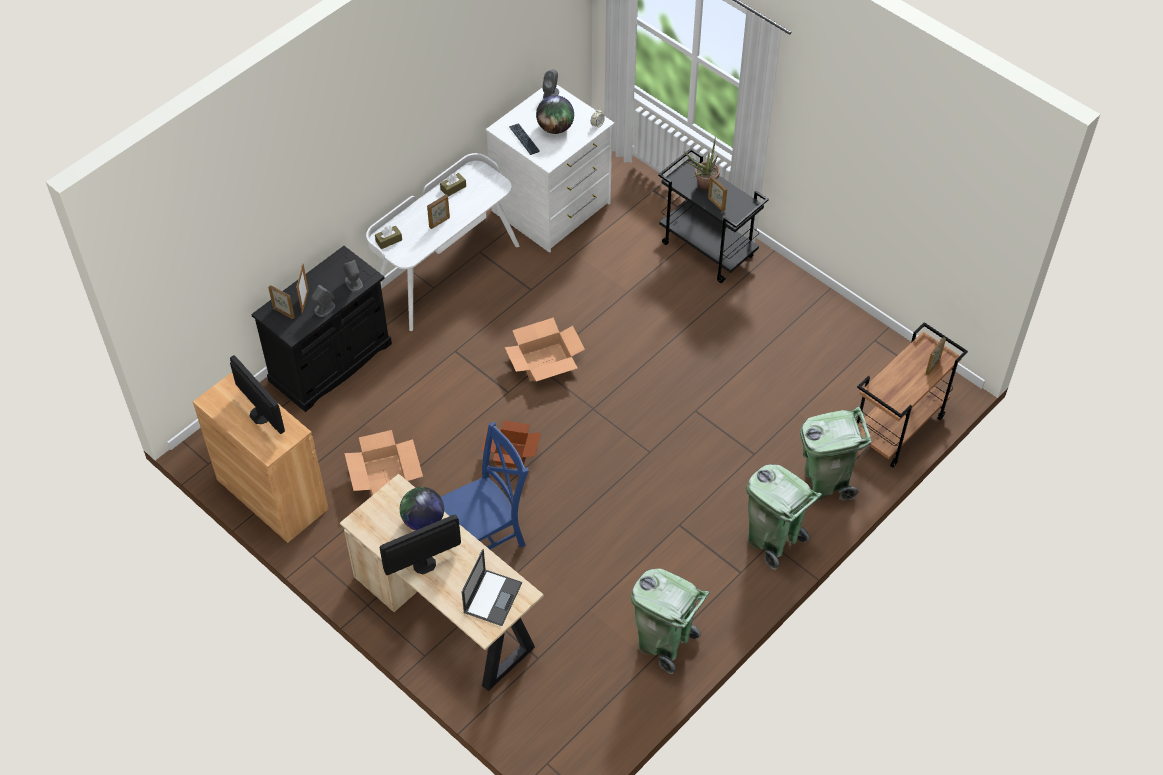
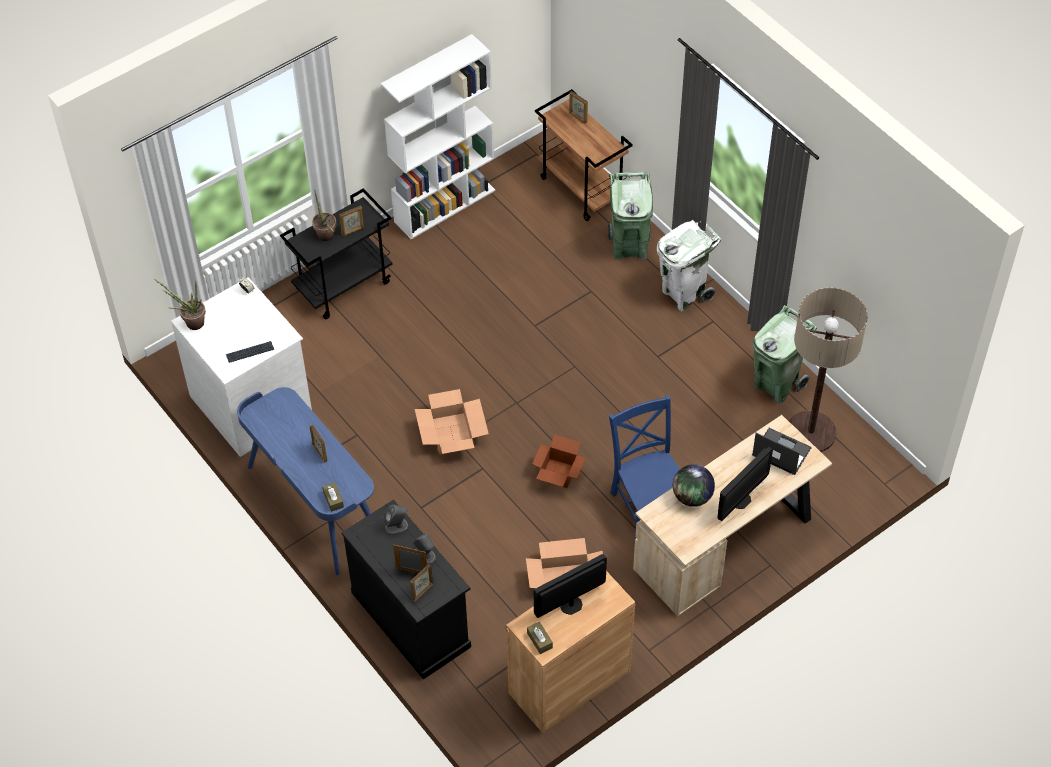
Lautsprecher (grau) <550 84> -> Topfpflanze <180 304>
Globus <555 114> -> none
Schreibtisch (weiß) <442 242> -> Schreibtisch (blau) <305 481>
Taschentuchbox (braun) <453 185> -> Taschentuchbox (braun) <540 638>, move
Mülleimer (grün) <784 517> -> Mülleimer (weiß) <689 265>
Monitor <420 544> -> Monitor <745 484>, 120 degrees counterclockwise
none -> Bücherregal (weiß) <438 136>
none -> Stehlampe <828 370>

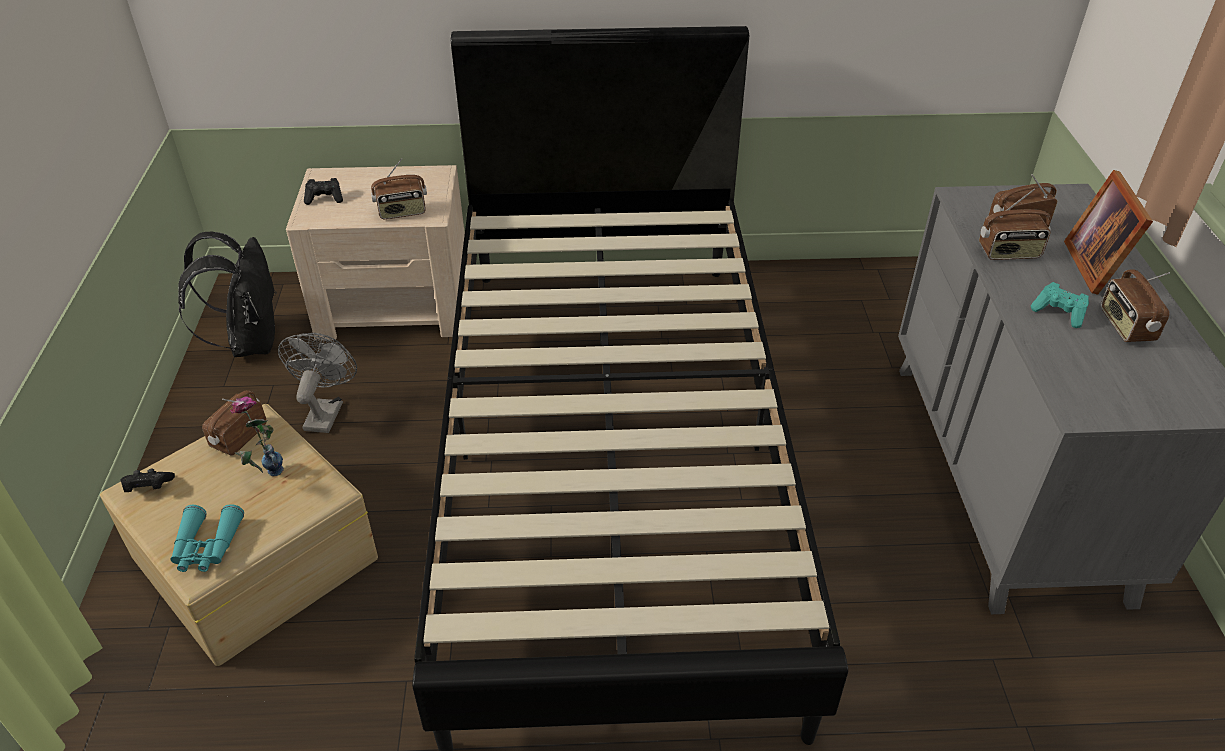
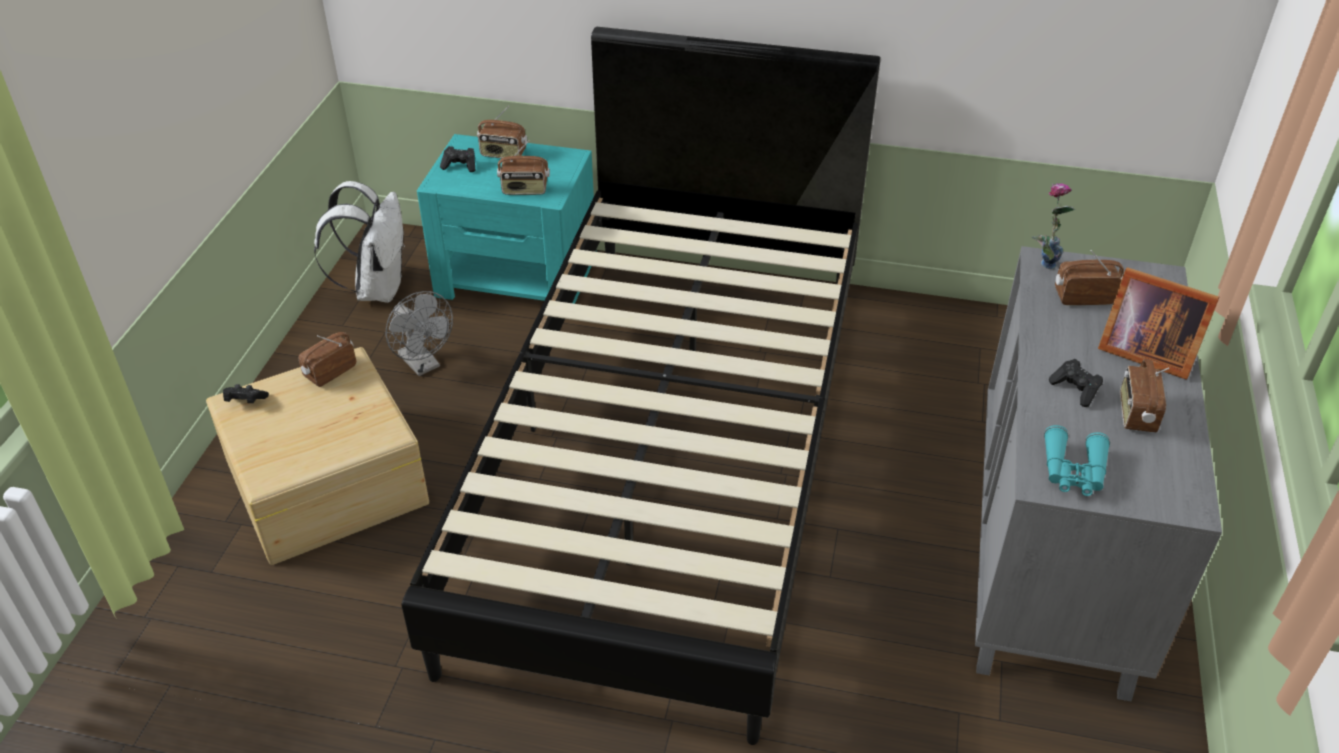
Nachttisch (beige) <375 253> -> Nachttisch (türkis) <506 219>
Bilderrahmen <1108 232> -> Bilderrahmen <1159 323>, 75 degrees counterclockwise
Radio <1015 224> -> Radio <502 132>, move
Rucksack (schwarz) <227 294> -> Rucksack (weiß) <359 242>
Gamepad (türkis) <1060 305> -> Gamepad (schwarz) <1076 383>
Ventilator (grau) <317 383> -> Ventilator (grau) <419 333>, 120 degrees clockwise
Vase <257 436> -> Vase <1053 226>, move
Fernglas (türkis) <207 538> -> Fernglas (türkis) <1077 460>, move

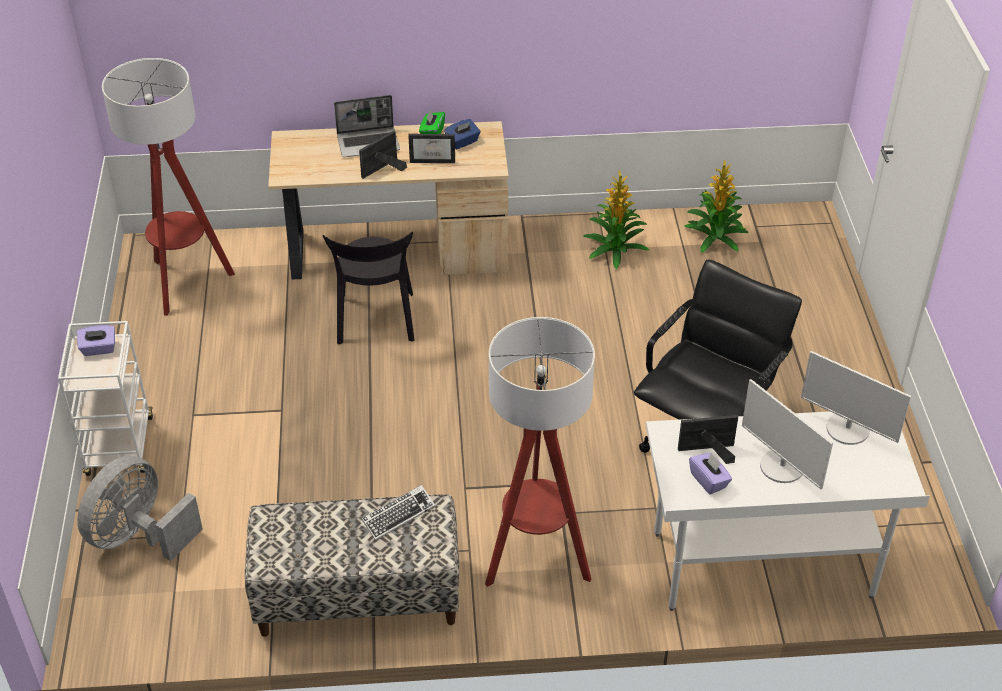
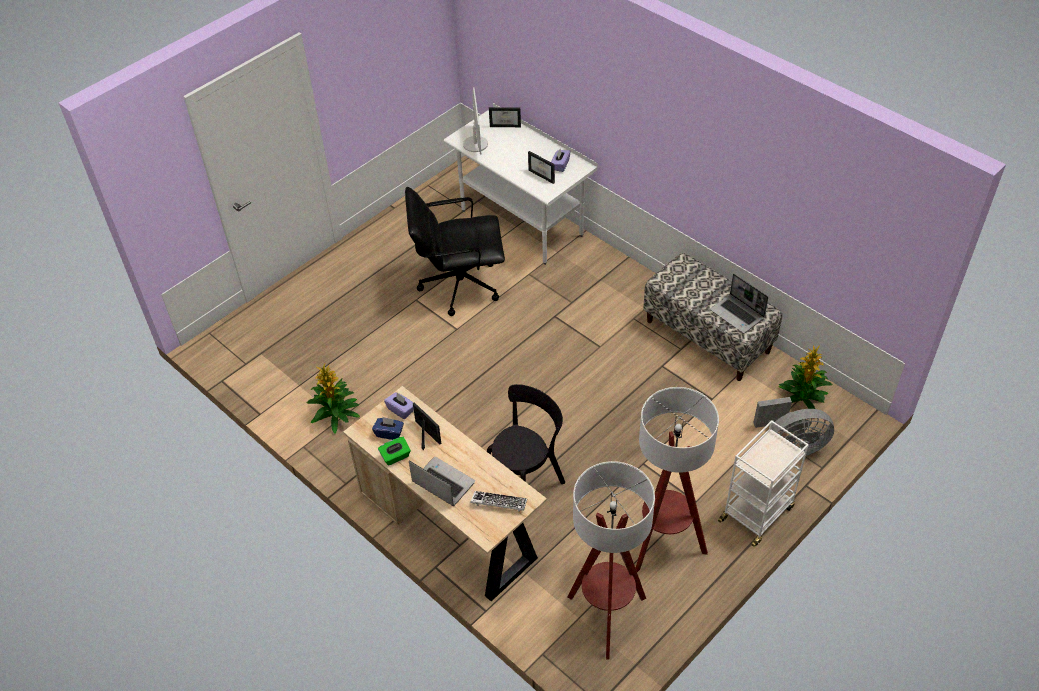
Bilderrahmen <383 155> -> Bilderrahmen <505 117>, move
Topfpflanze <716 206> -> Topfpflanze <805 377>, move
Stehlampe <540 452> -> Stehlampe <677 479>, move
Taschentuchbox (lila) <96 340> -> Taschentuchbox (lila) <399 405>, move
Monitor <787 434> -> none
Tastatur <398 513> -> Tastatur <499 501>, move
none -> Laptop <739 303>

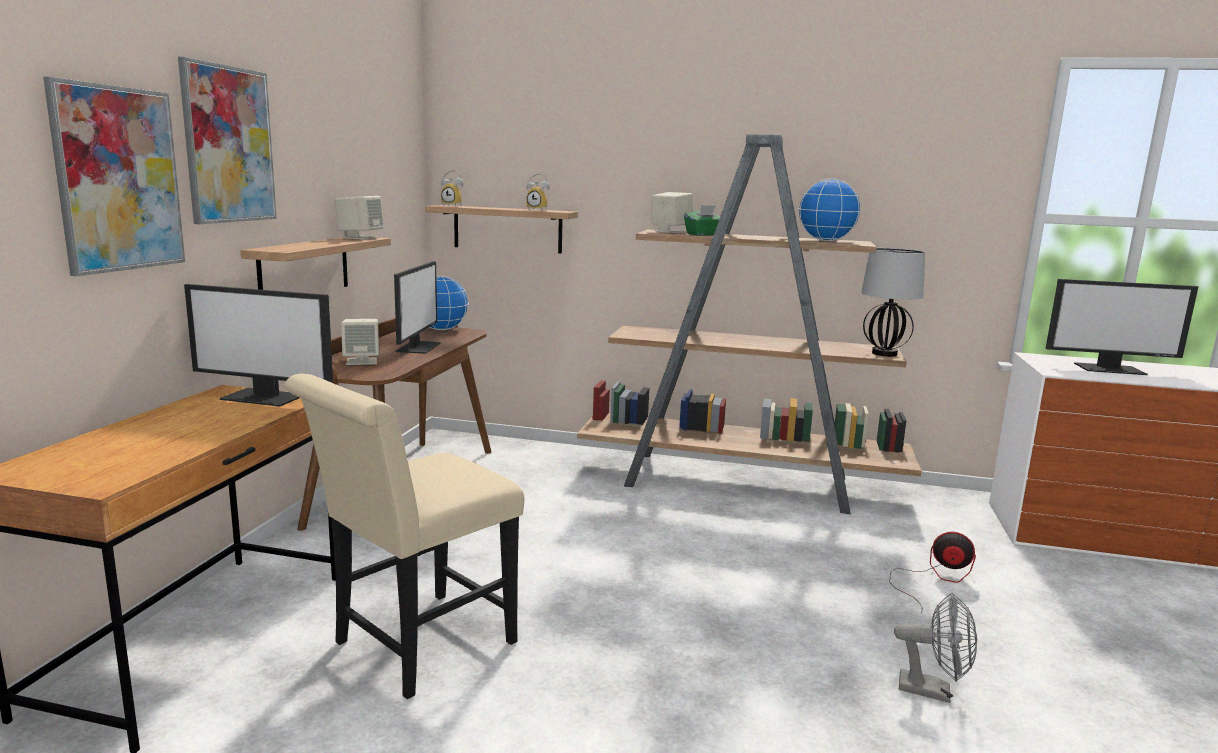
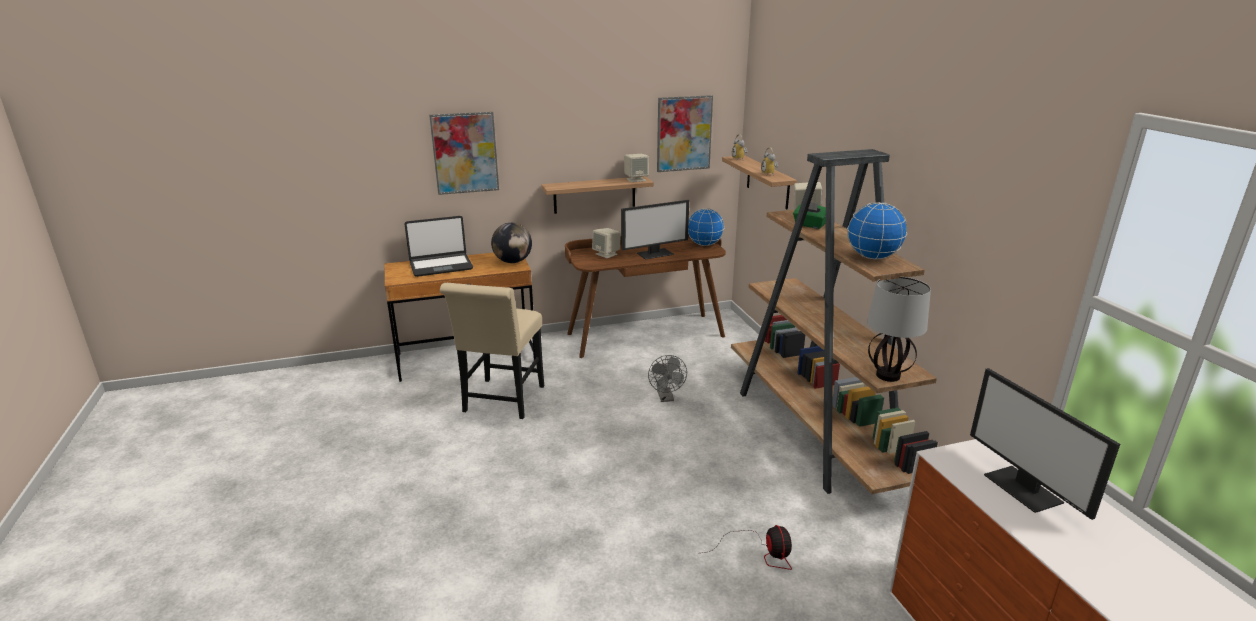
Bild <227 140> -> Bild <685 133>, move
Monitor <258 345> -> Globus <511 243>
Stuhl (beige) <404 536> -> Stuhl (beige) <492 351>, 90 degrees counterclockwise
Ventilator (grau) <935 647> -> Ventilator (grau) <667 378>, move
none -> Laptop <438 246>

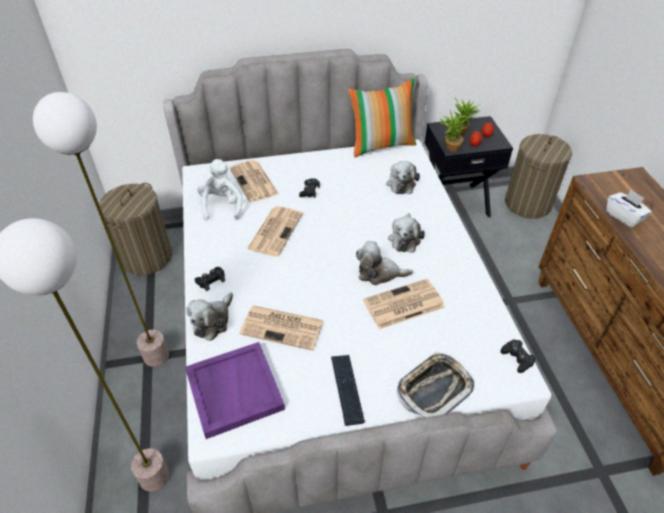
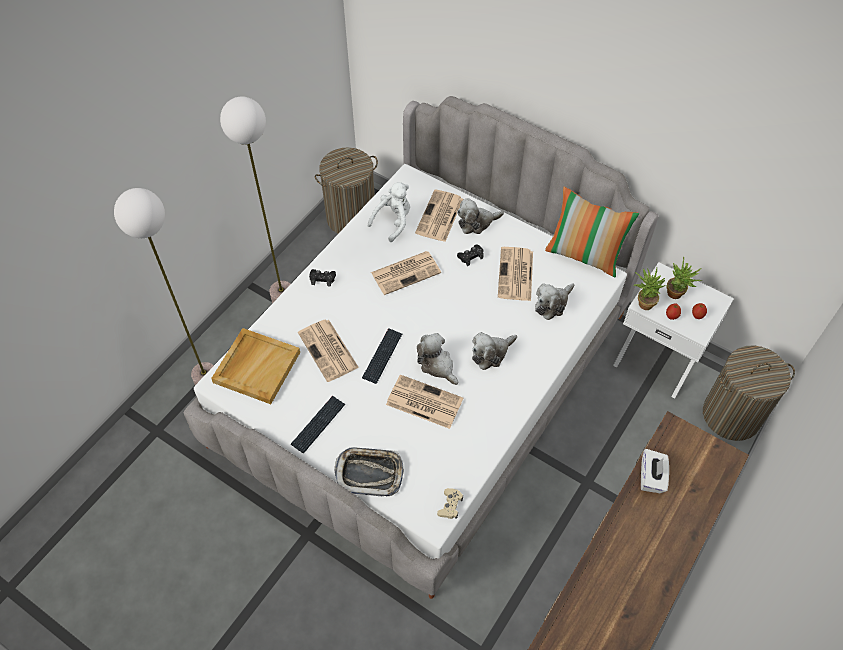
Nachttisch (schwarz) <469 166> -> Nachttisch (weiß) <673 330>
Plüschtier <210 316> -> Plüschtier <480 216>, move
Gamepad (schwarz) <518 356> -> Gamepad (beige) <450 503>
Tablett (lila) <235 390> -> Tablett (beige) <255 366>
none -> Zeitung <515 274>
none -> Tastatur <382 356>

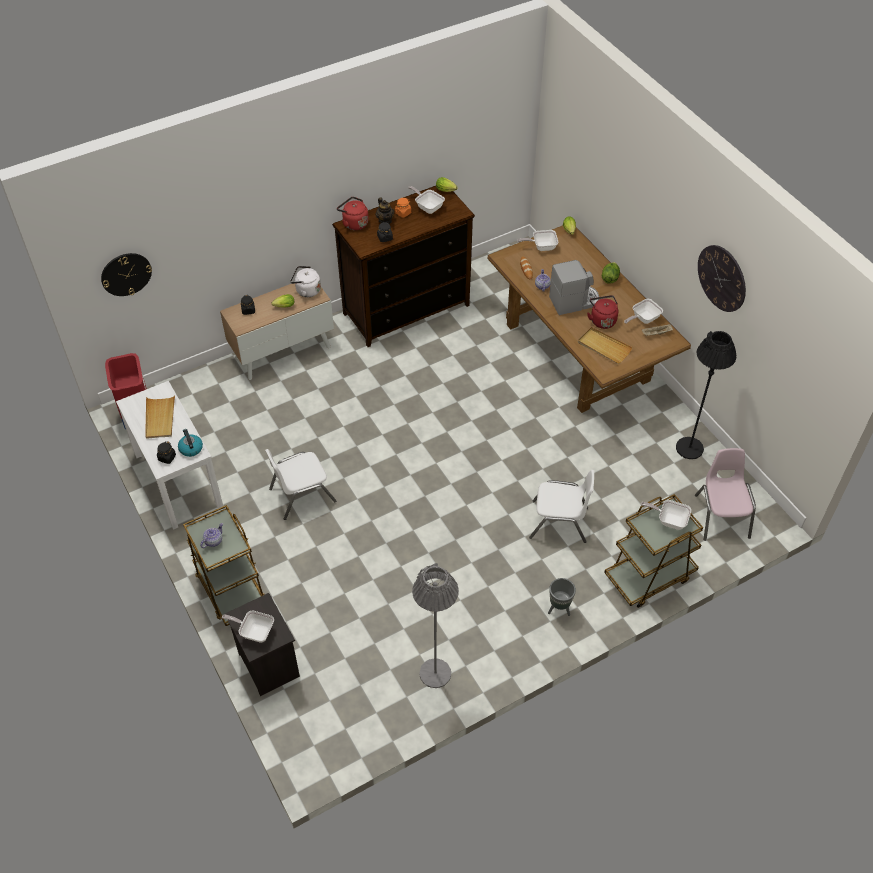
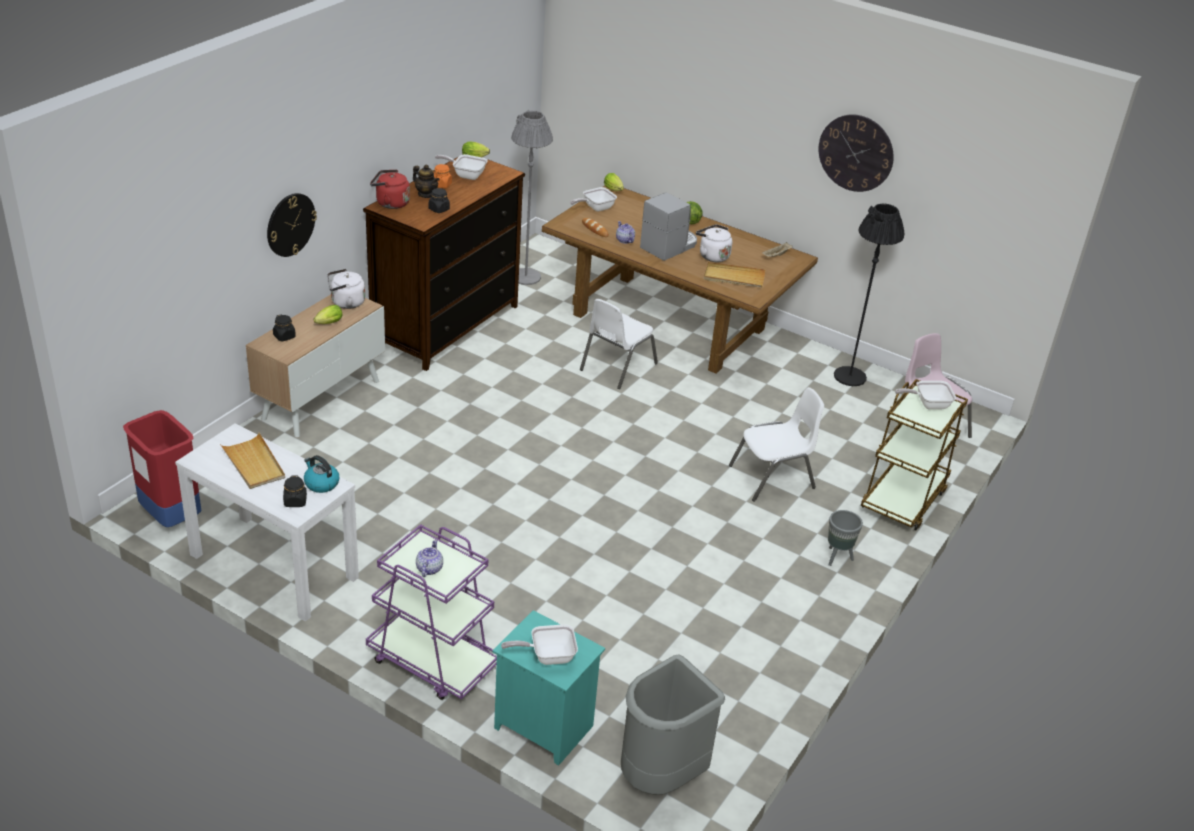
Wanduhr <126 274> -> Wanduhr <292 225>, move
Wasserkessel (rot) <602 312> -> Wasserkessel (weiß) <714 243>
Pfanne <643 311> -> none
Stuhl (weiß) <300 484> -> Stuhl (weiß) <619 344>, move
Rollwagen (braun) <224 565> -> Rollwagen (lila) <431 612>
Stehlampe (grau) <435 625> -> Stehlampe (grau) <532 197>, move
Nachttisch (schwarz) <262 644> -> Nachttisch (türkis) <549 687>
none -> Mülleimer (grau) <673 725>

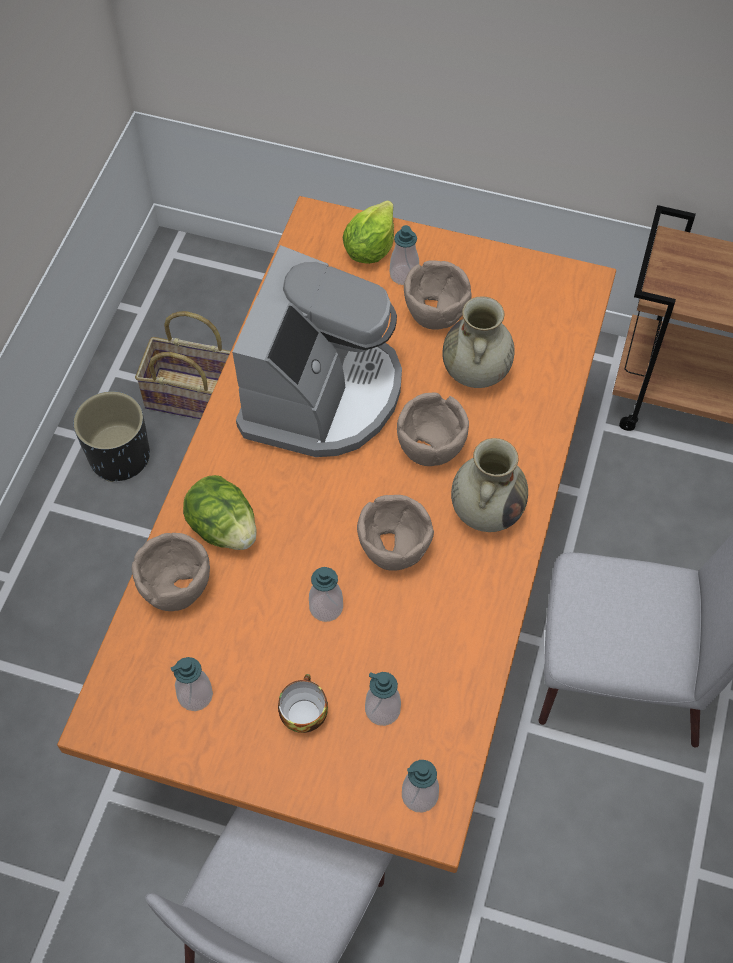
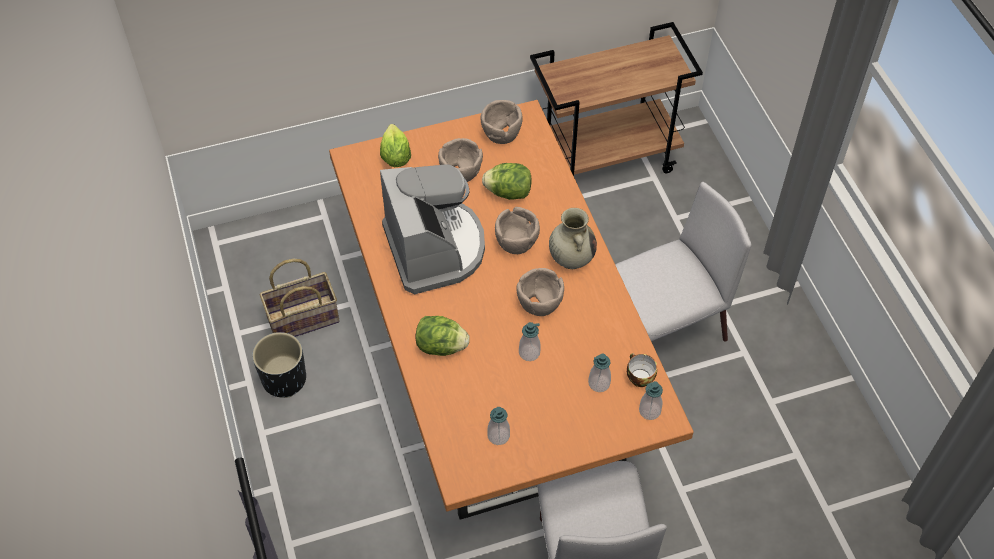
Seifenspender <404 255> -> none
Vase (beige) <478 342> -> Salatkopf <507 181>
Schüssel (braun) <171 572> -> Schüssel (braun) <502 122>, move
Tasse <303 703> -> Tasse <642 370>, move

